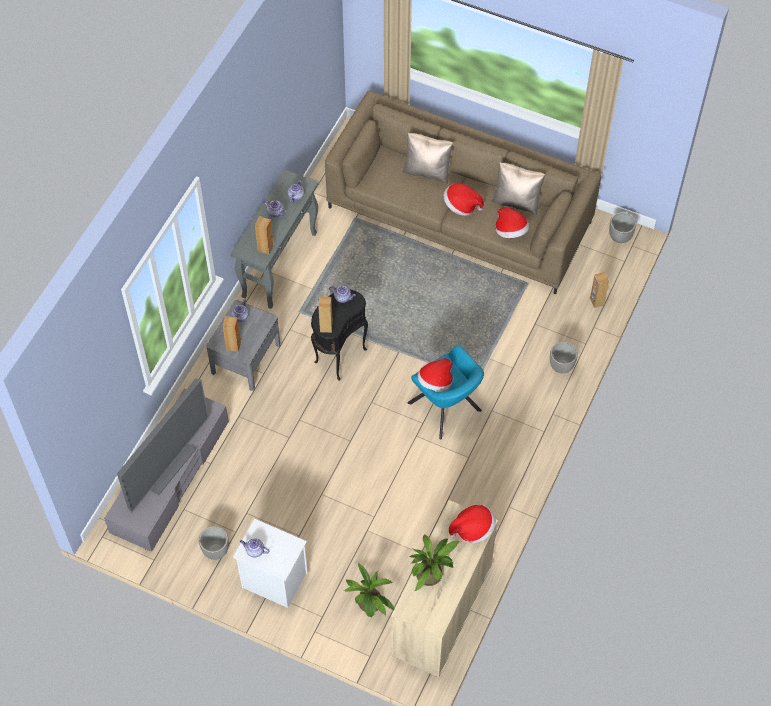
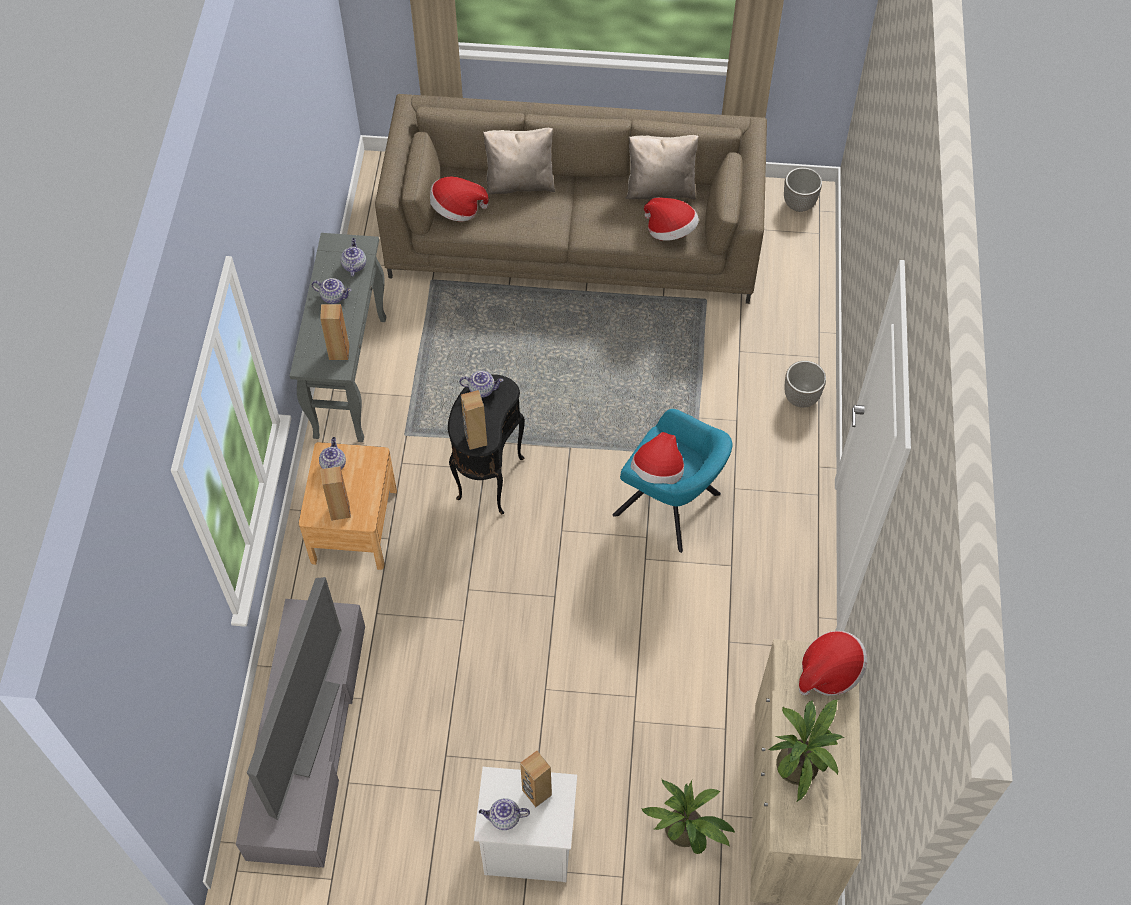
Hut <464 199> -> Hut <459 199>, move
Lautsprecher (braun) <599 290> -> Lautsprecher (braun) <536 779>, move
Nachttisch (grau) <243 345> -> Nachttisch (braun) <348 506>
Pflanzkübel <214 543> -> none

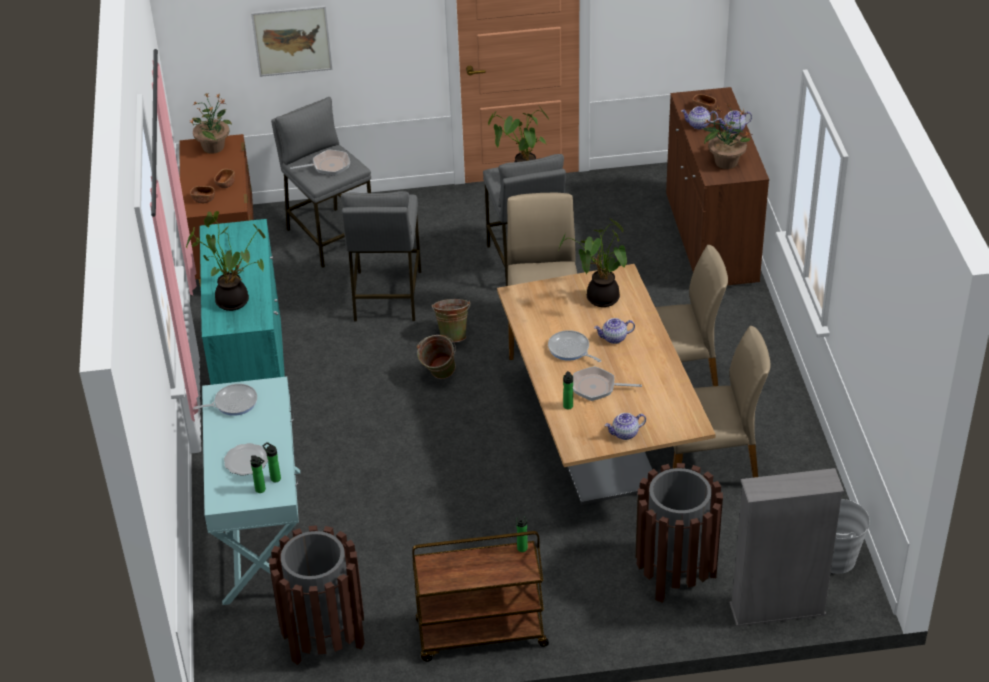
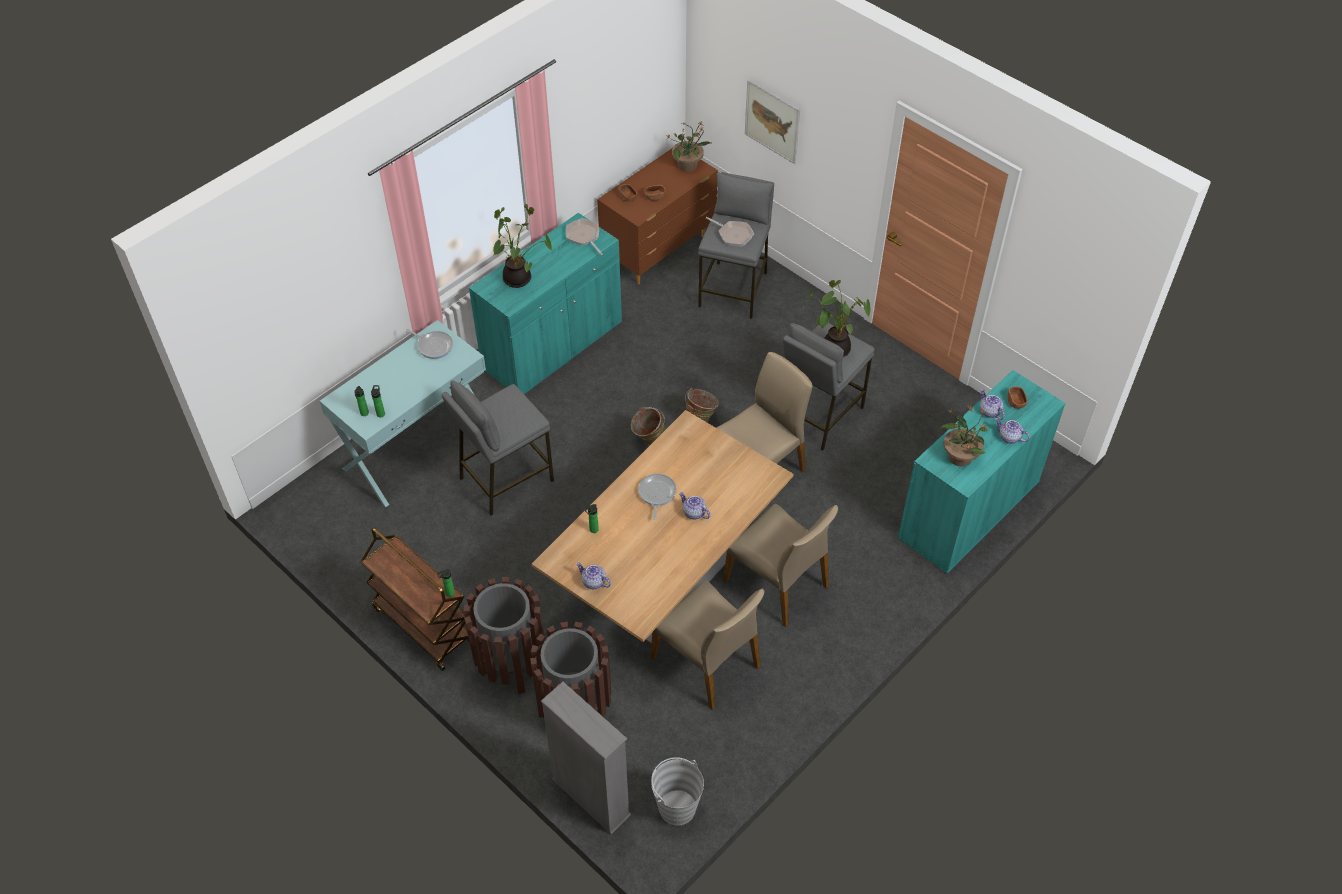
Schrank (braun) <717 186> -> Schrank (türkis) <982 472>
Hocker (grau) <381 256> -> Hocker (grau) <498 448>, move
Topfpflanze <593 262> -> none
Pfanne <607 383> -> Pfanne <584 236>, move
Teller <246 459> -> none
Mülleimer (braun) <317 595> -> Mülleimer (braun) <504 635>, move

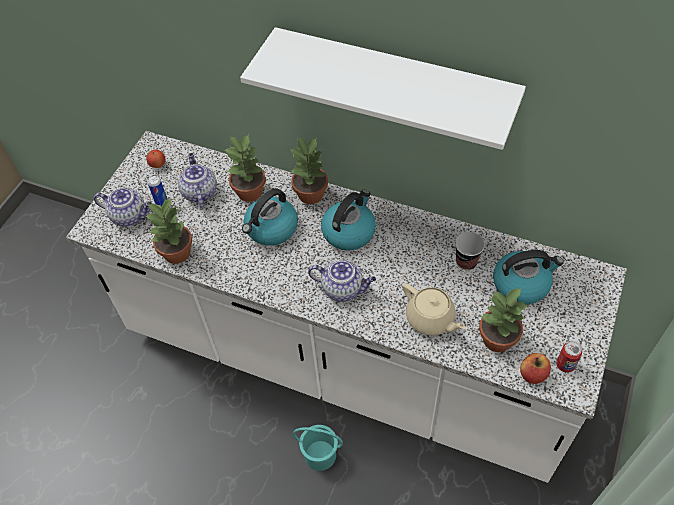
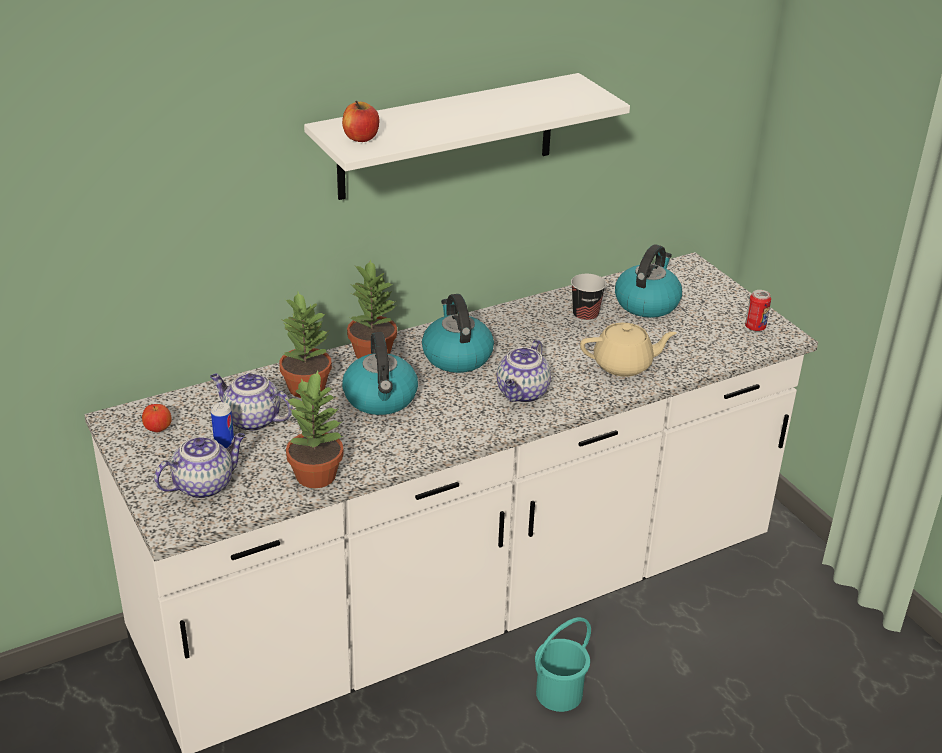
Teekanne <342 280> -> Teekanne <524 371>, 150 degrees clockwise
Topfpflanze <503 320> -> none
Apfel <535 368> -> Apfel <361 121>, move

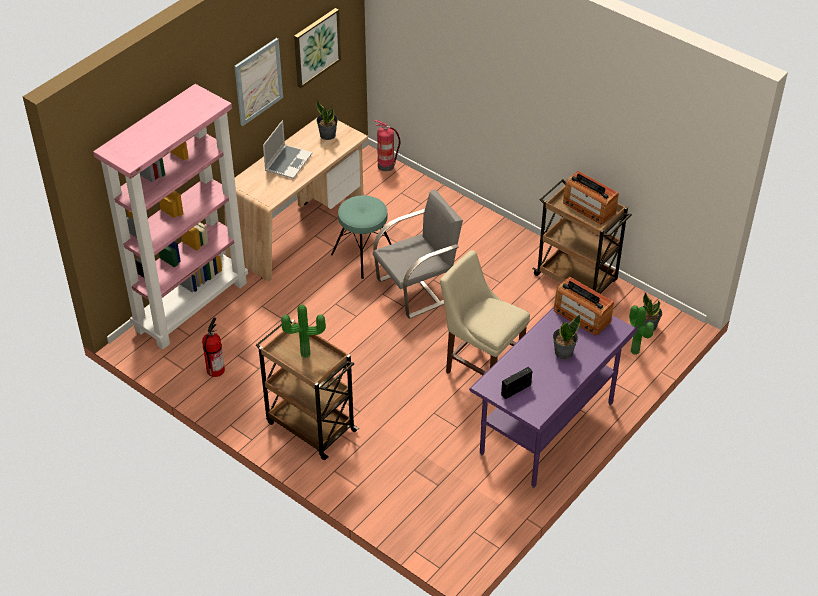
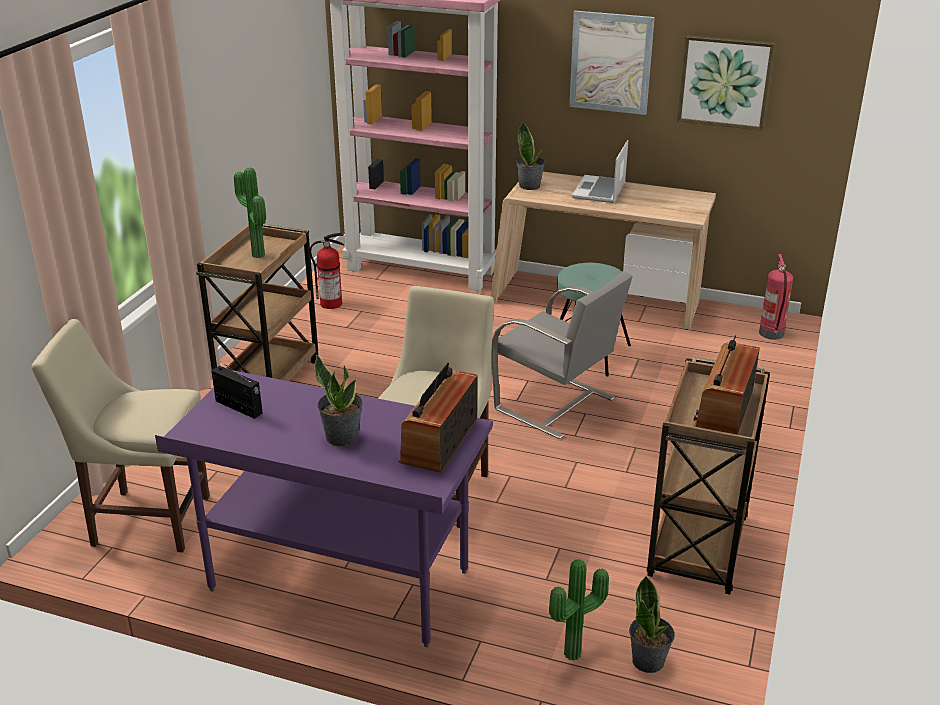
Topfpflanze <327 120> -> Topfpflanze <530 156>, move
Laptop <287 149> -> Laptop <600 171>, 105 degrees clockwise
none -> Stuhl (beige) <120 435>

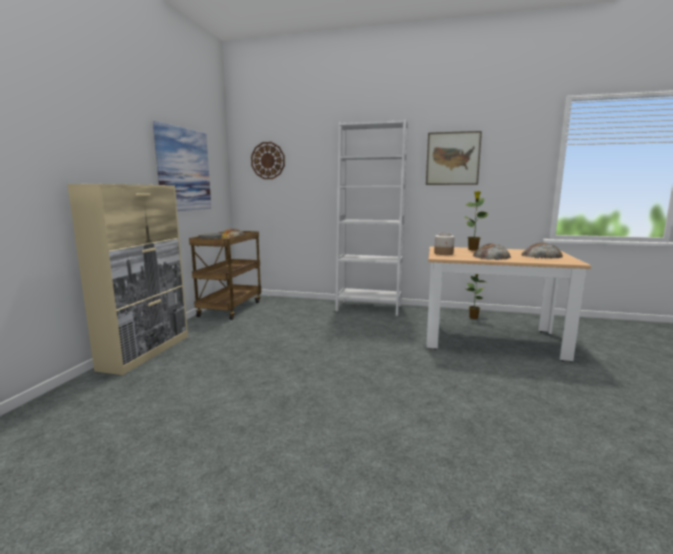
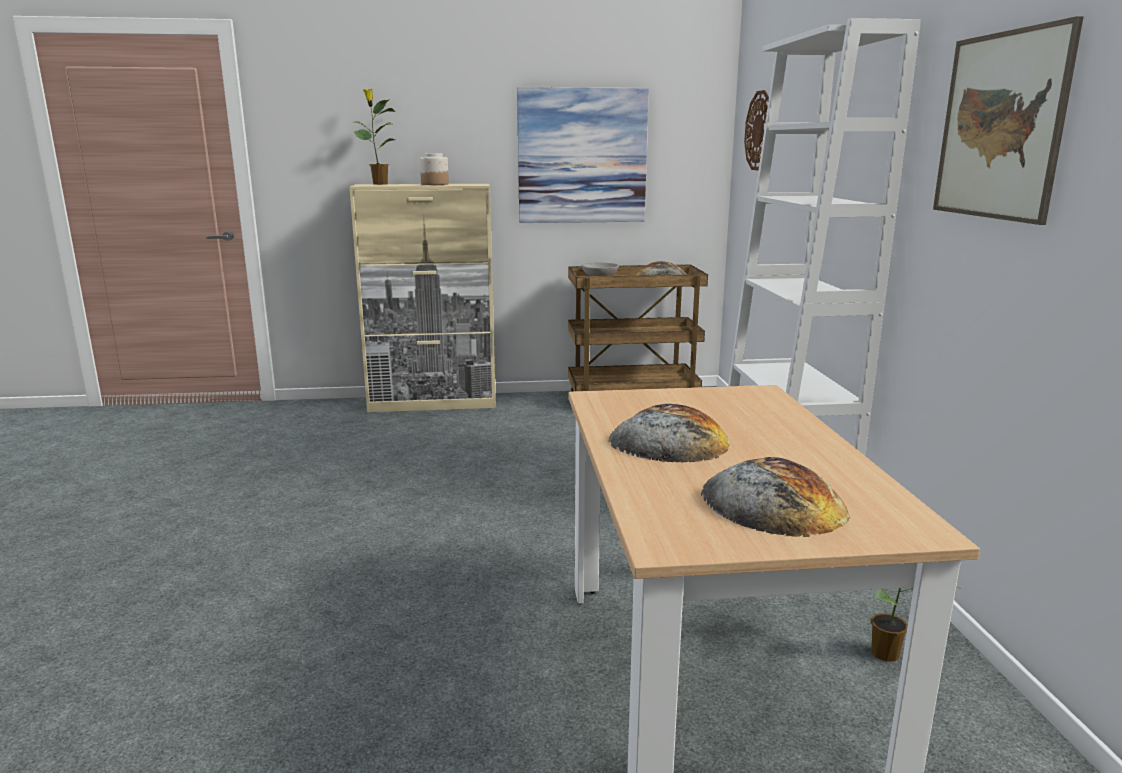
Topfpflanze <476 221> -> Topfpflanze <374 137>, move
Vorratsglas <444 244> -> Vorratsglas <434 169>, move

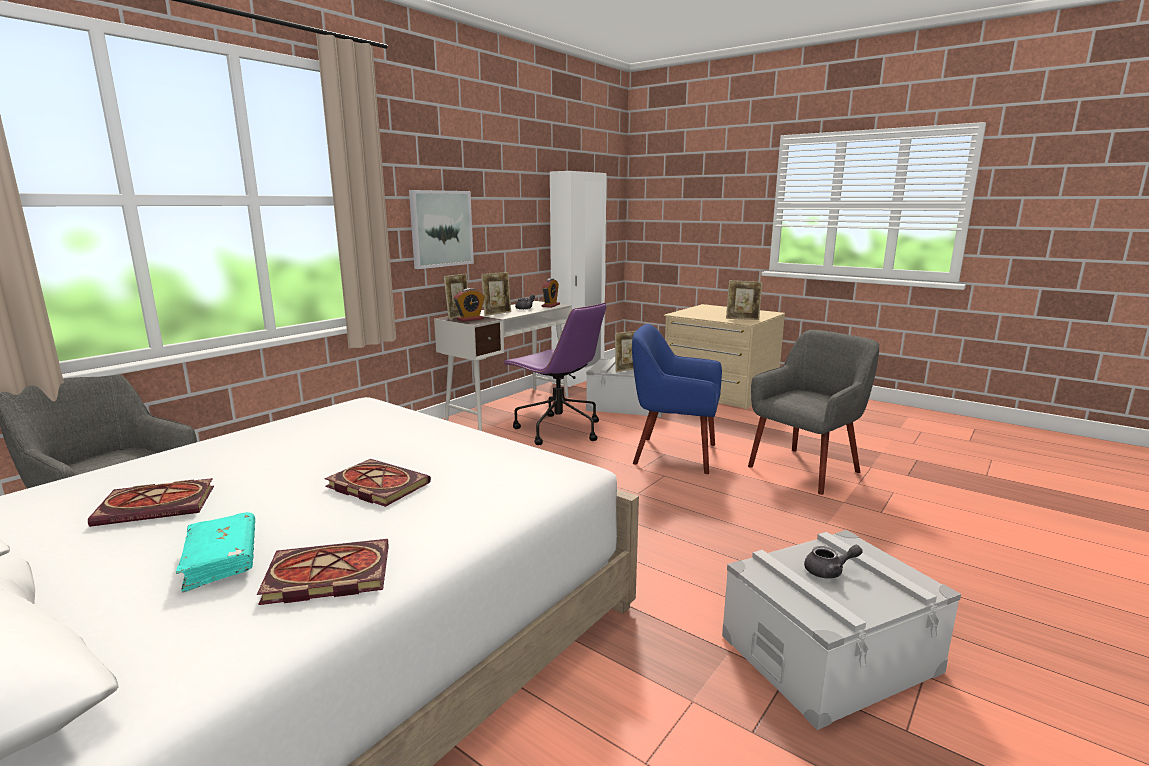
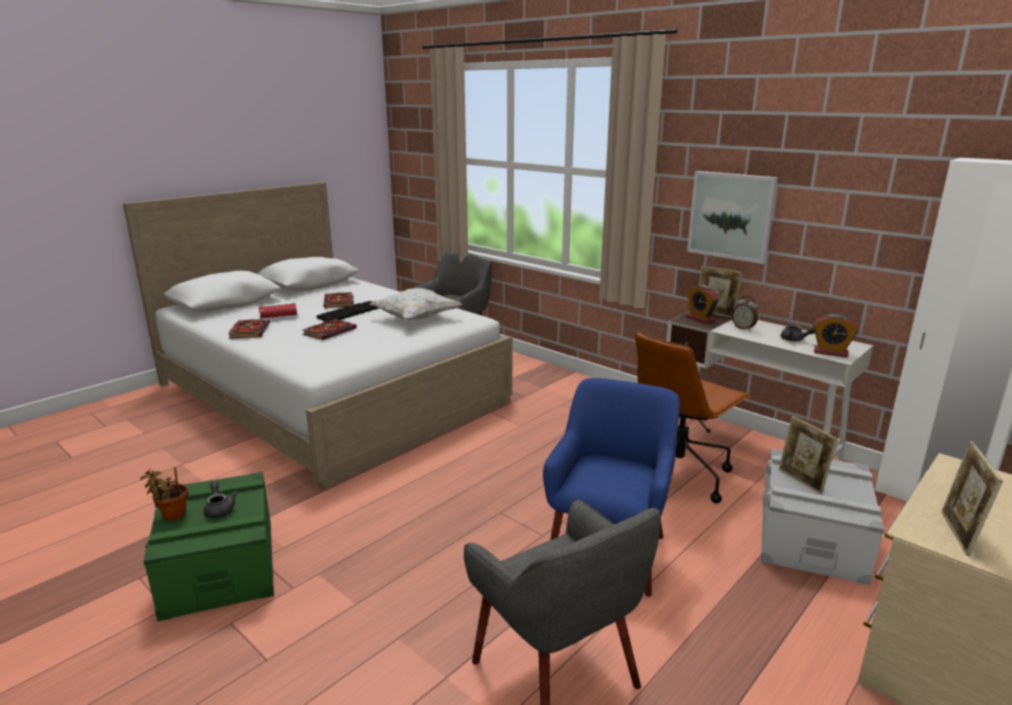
Bilderrahmen <496 294> -> Wecker <745 313>
Bürostuhl (lila) <554 374> -> Bürostuhl (braun) <693 417>
Buch (türkis) <215 552> -> Buch (rot) <278 311>
Aufbewahrungsbox (grau) <841 630> -> Aufbewahrungsbox (grün) <208 547>
Teekanne (grau) <833 562> -> Teekanne (grau) <220 499>, 150 degrees clockwise
none -> Kissen (weiß) <416 304>
none -> Tastatur <347 311>
none -> Topfpflanze <164 494>

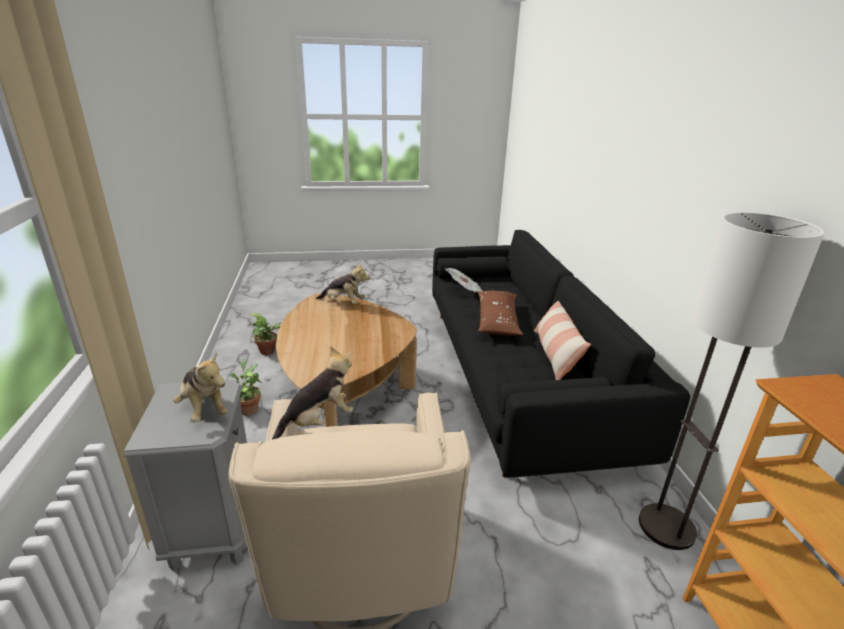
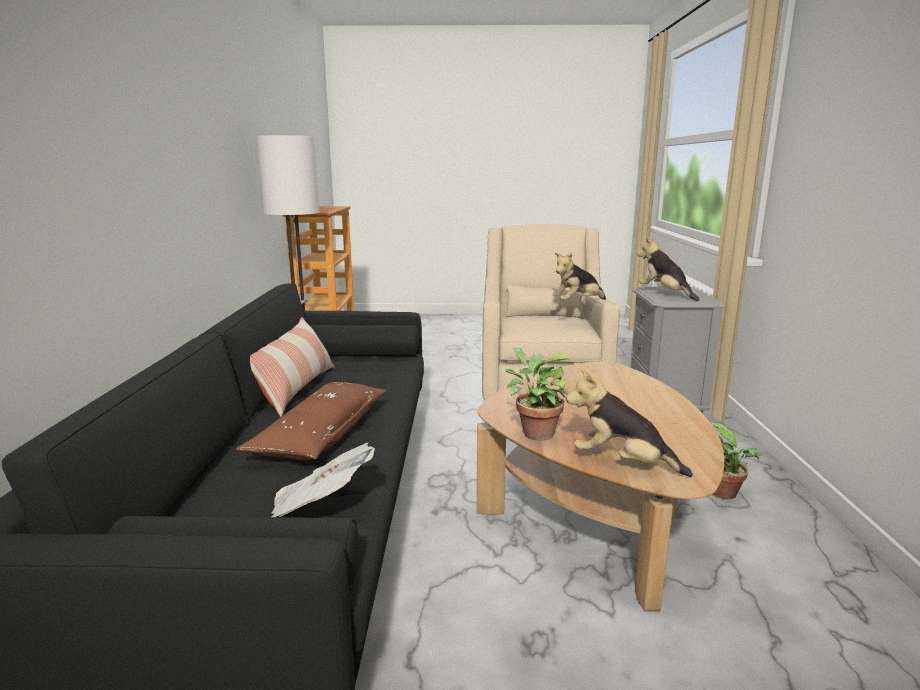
Topfpflanze <266 334> -> Topfpflanze <539 394>, move

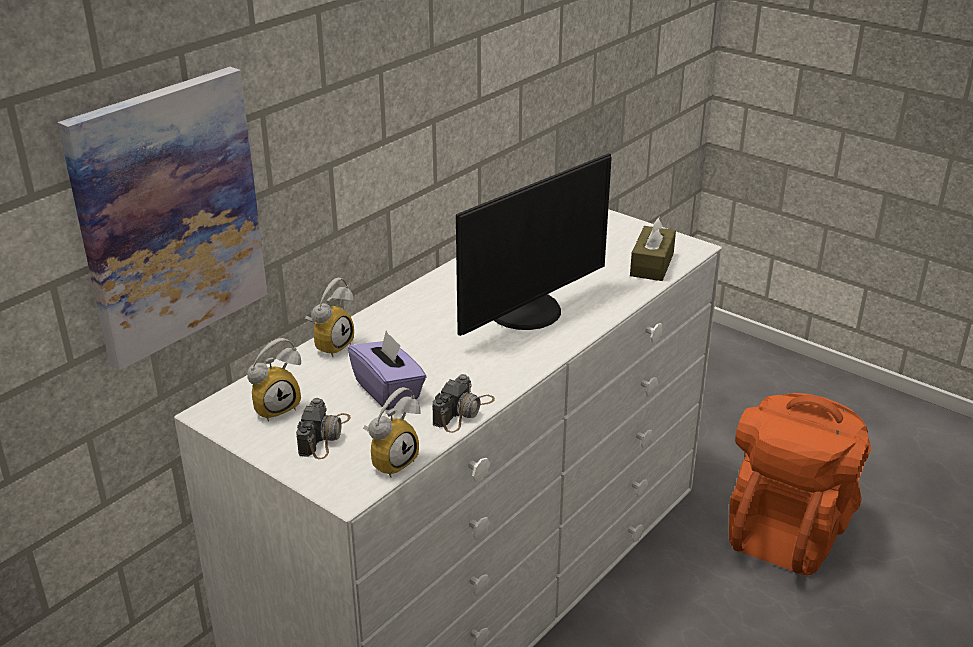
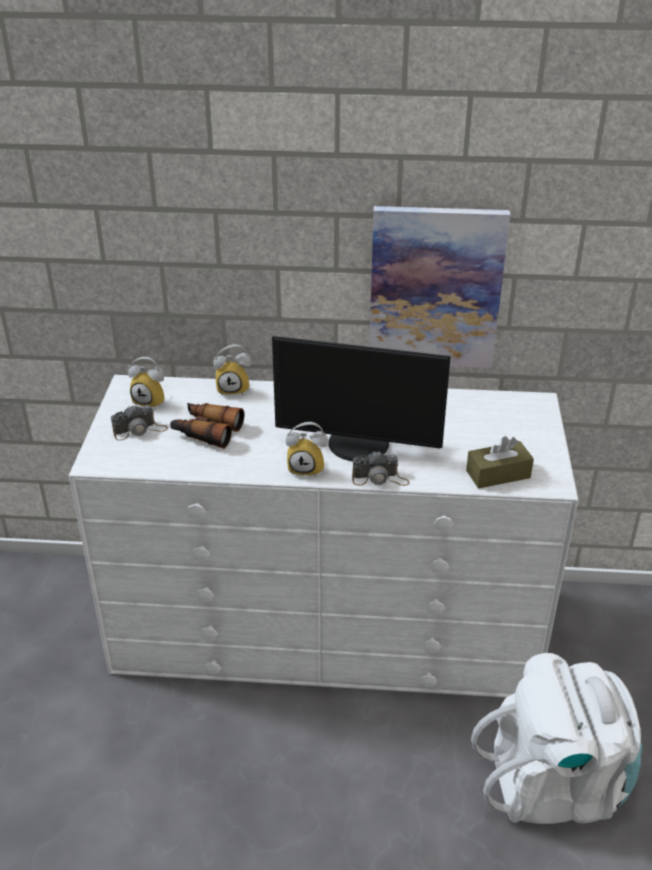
Bild <163 218> -> Bild <439 287>, move
Taschentuchbox (lila) <387 370> -> Fernglas <207 426>
Kamera <463 403> -> Kamera <380 469>, move
Wecker <392 432> -> Wecker <307 449>, move
Rucksack (orange) <800 484> -> Rucksack (weiß) <556 738>

